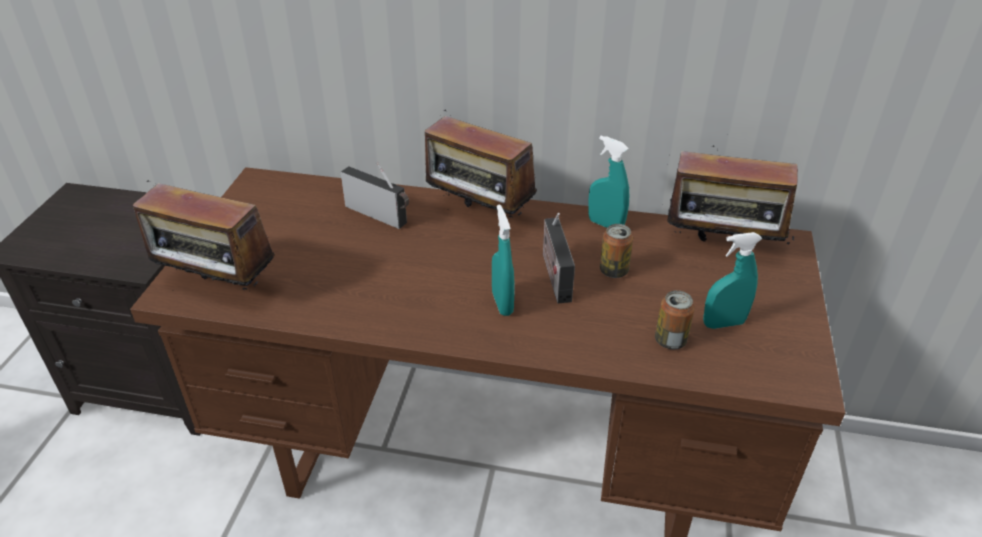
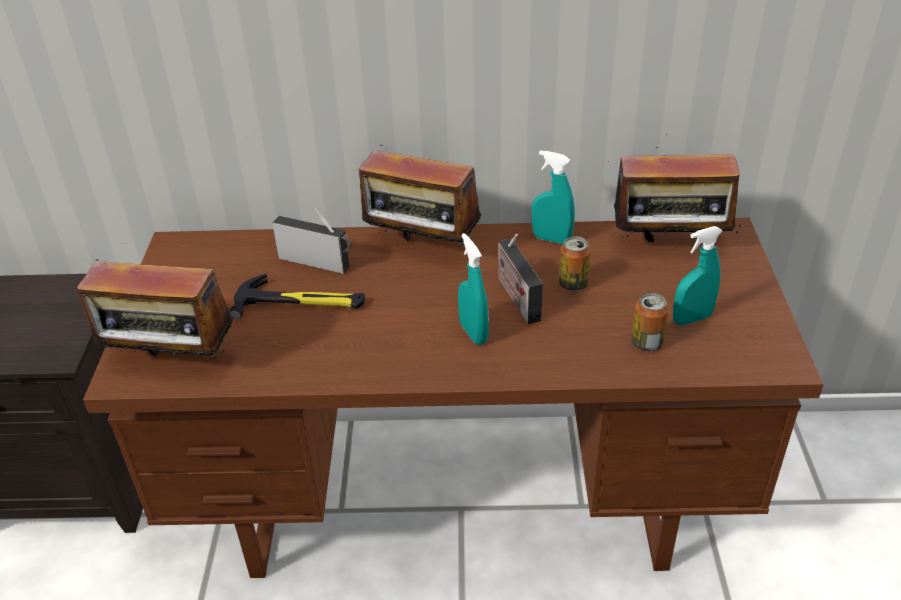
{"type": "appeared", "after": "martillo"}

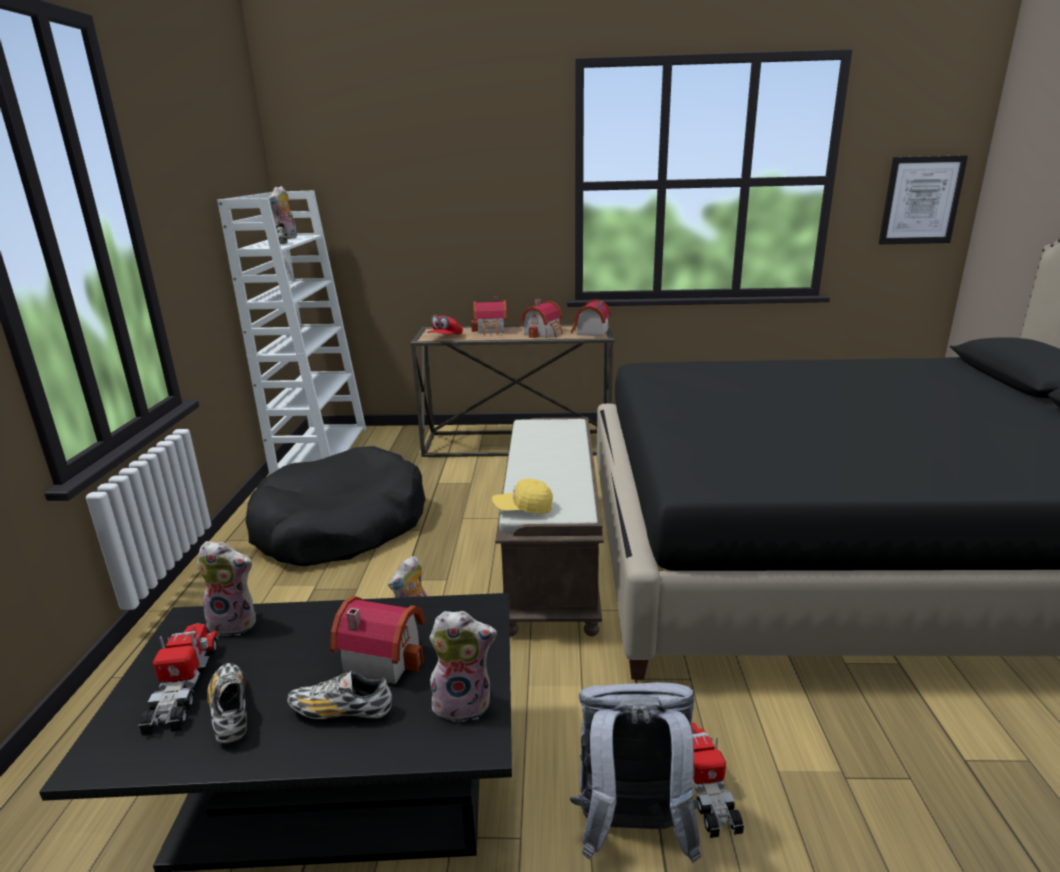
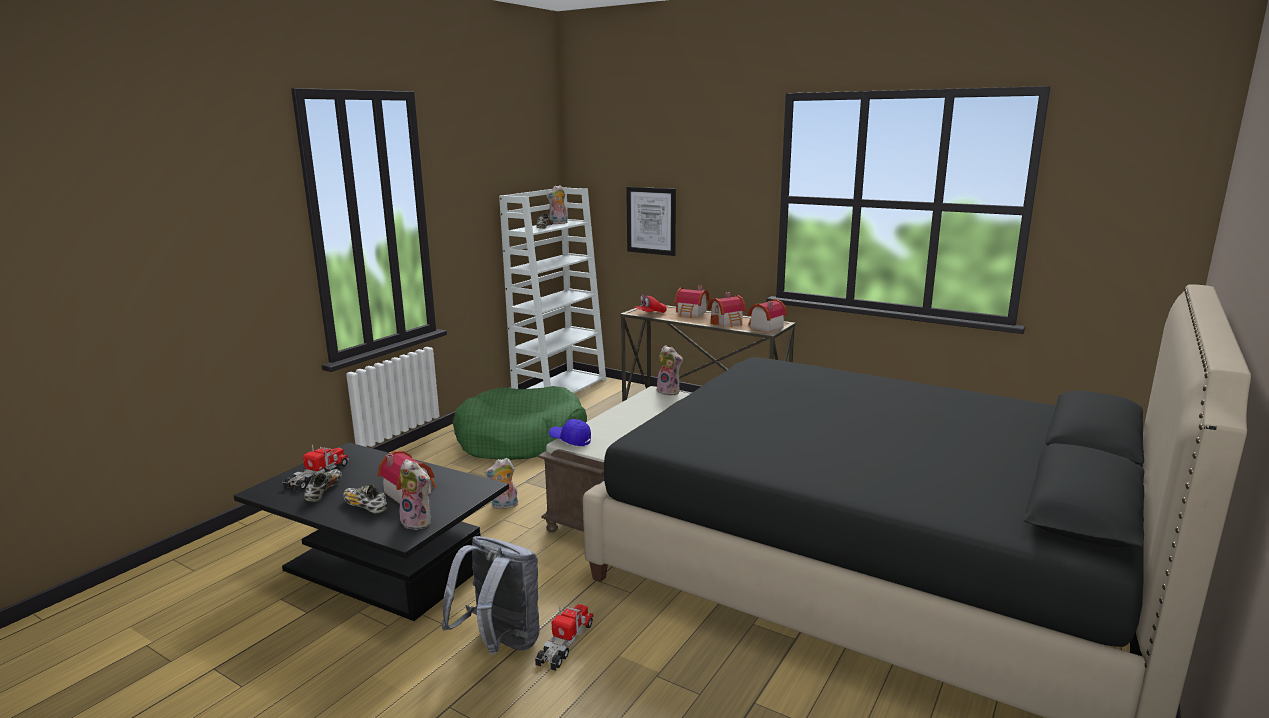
{"type": "colour", "before": "cama para perro (negro)", "after": "cama para perro (verde)"}
{"type": "colour", "before": "gorra (amarillo)", "after": "gorra (azul)"}
{"type": "relocated", "before": "cuadro"}
{"type": "relocated", "before": "peluche (no. 1 from left in the first image)", "after": "peluche (no. 4 from left)"}

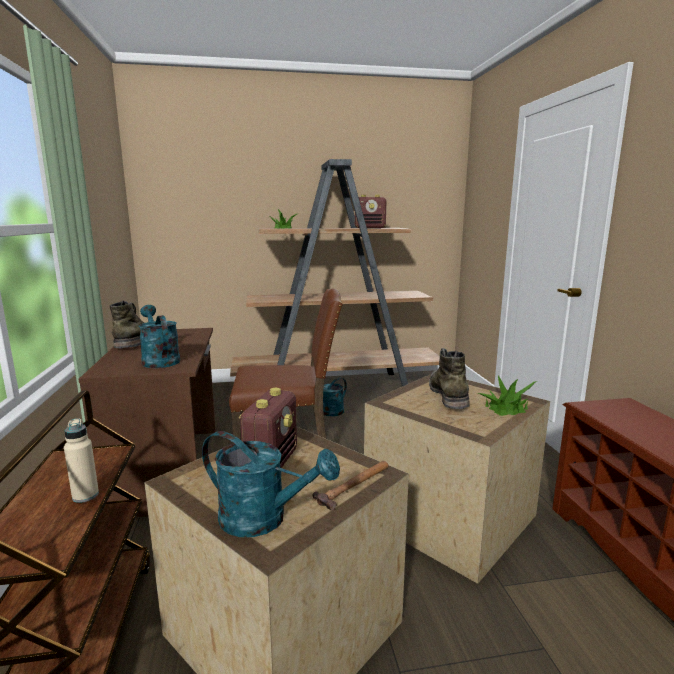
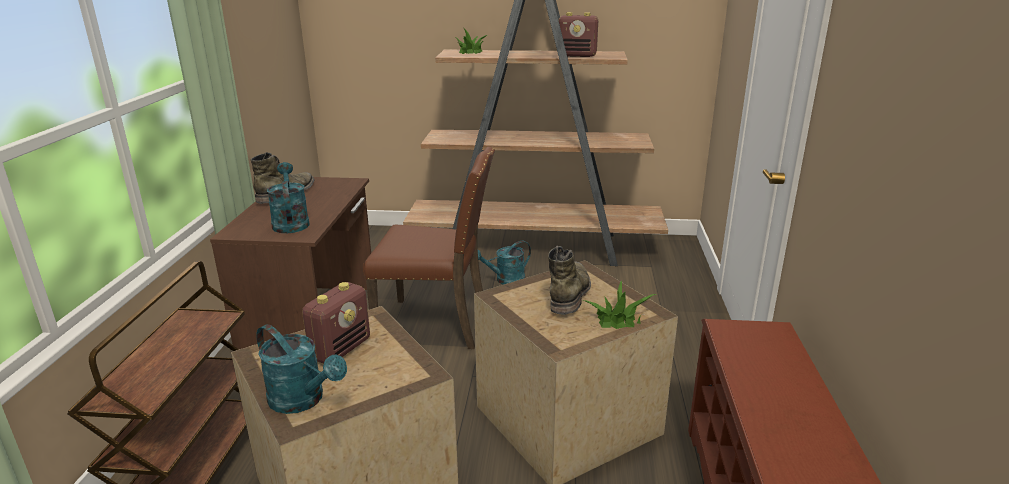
{"type": "missing", "before": "botella (beis)"}
{"type": "missing", "before": "martillo"}

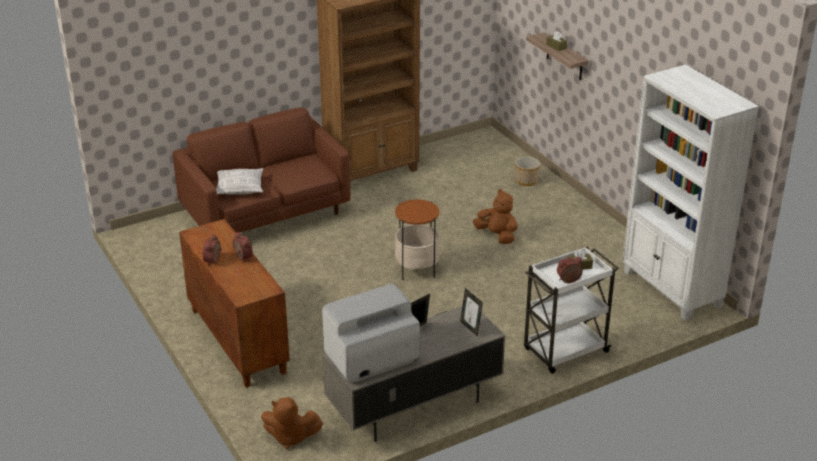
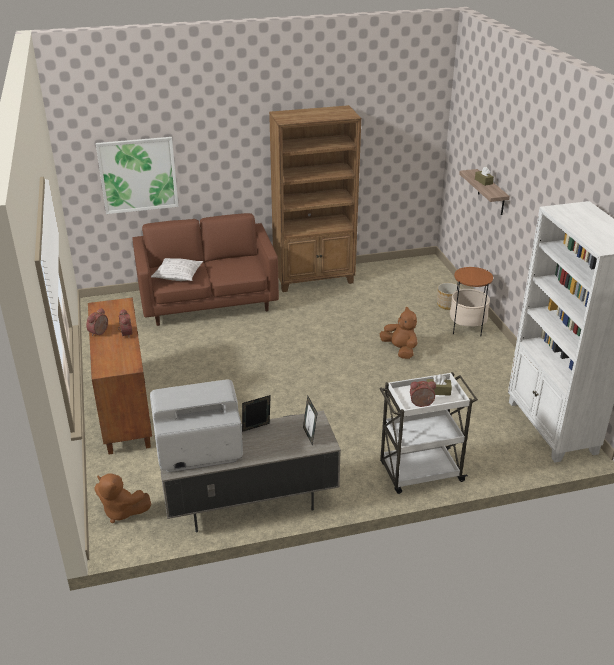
{"type": "appeared", "after": "cuadro"}
{"type": "relocated", "before": "mesa auxiliar"}

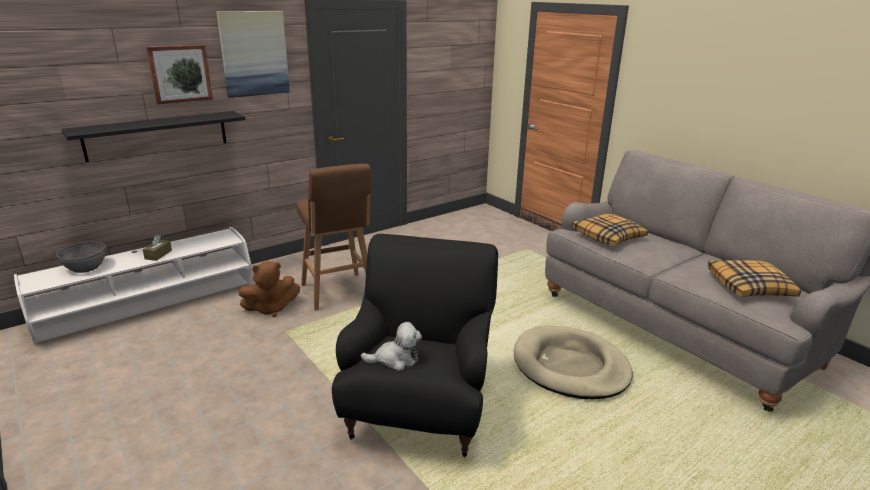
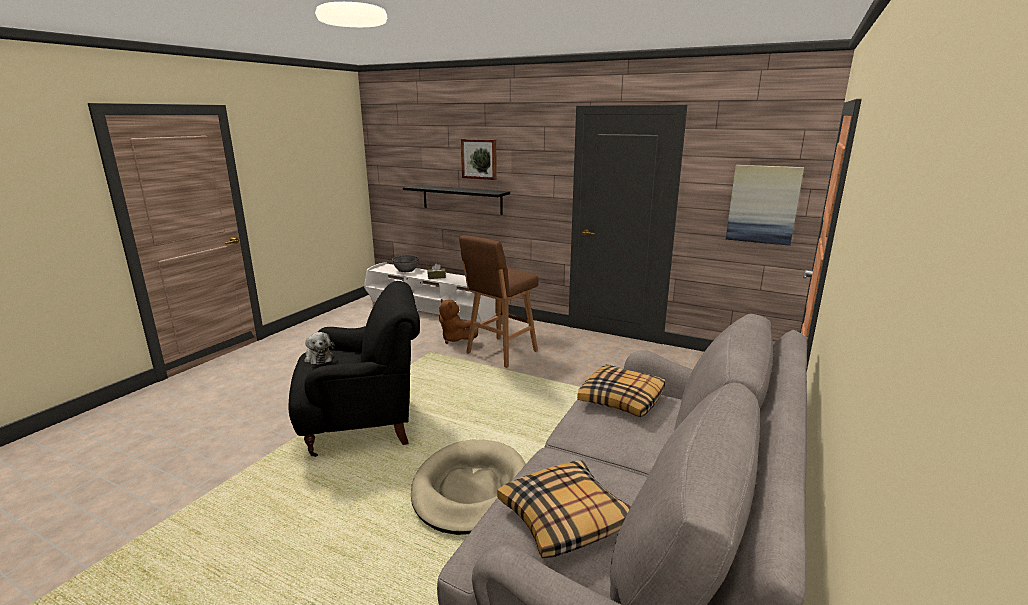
{"type": "relocated", "before": "cuadro (no. 2 from left)"}

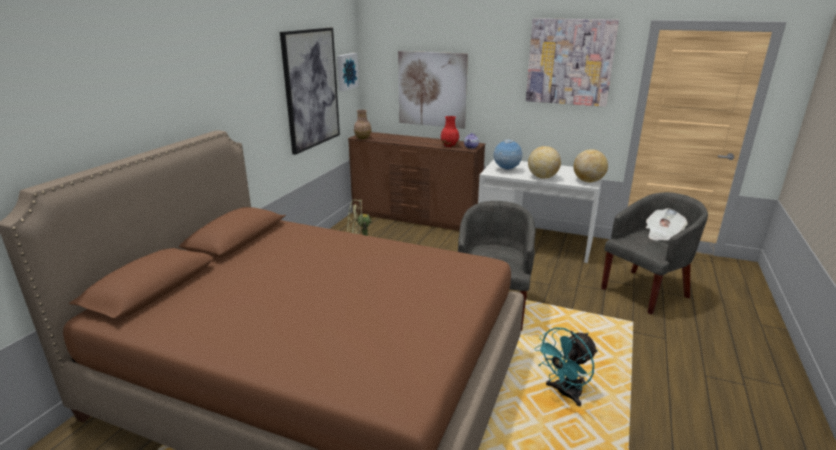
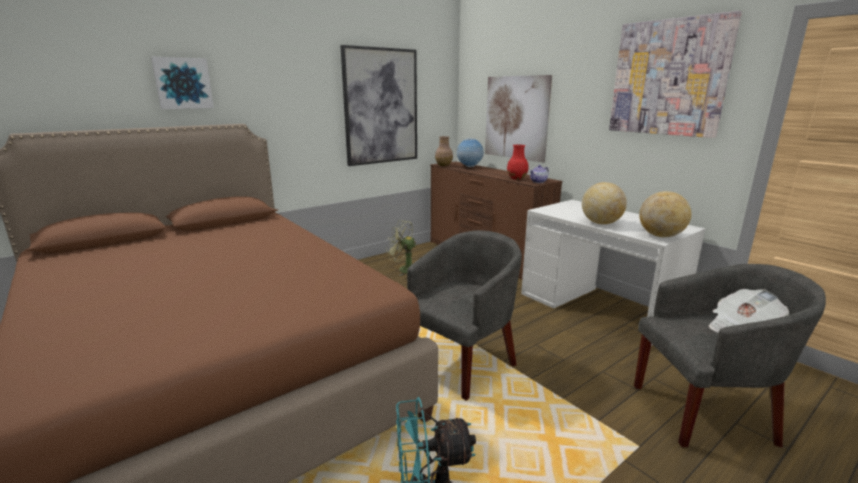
{"type": "relocated", "before": "cuadro (no. 2 from left in the first image)", "after": "cuadro (no. 1 from left)"}
{"type": "relocated", "before": "globo terráqueo (no. 1 from left)"}

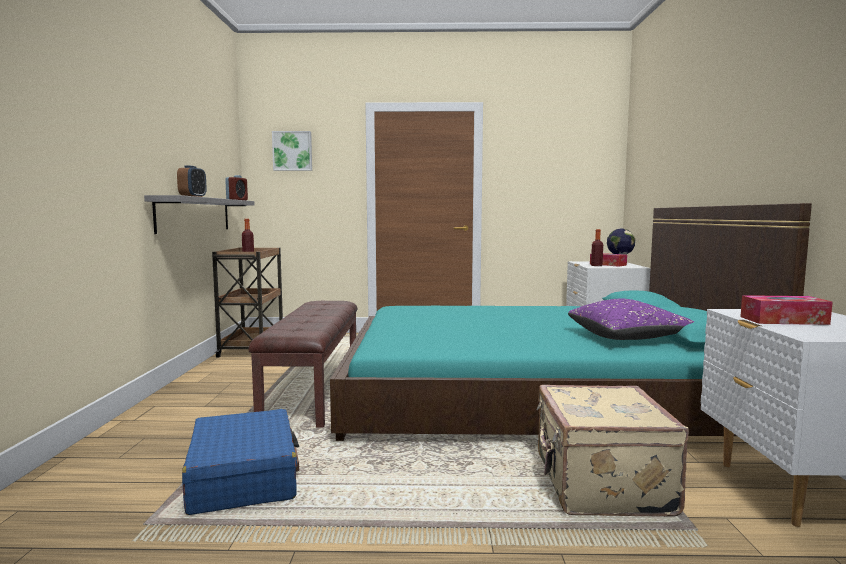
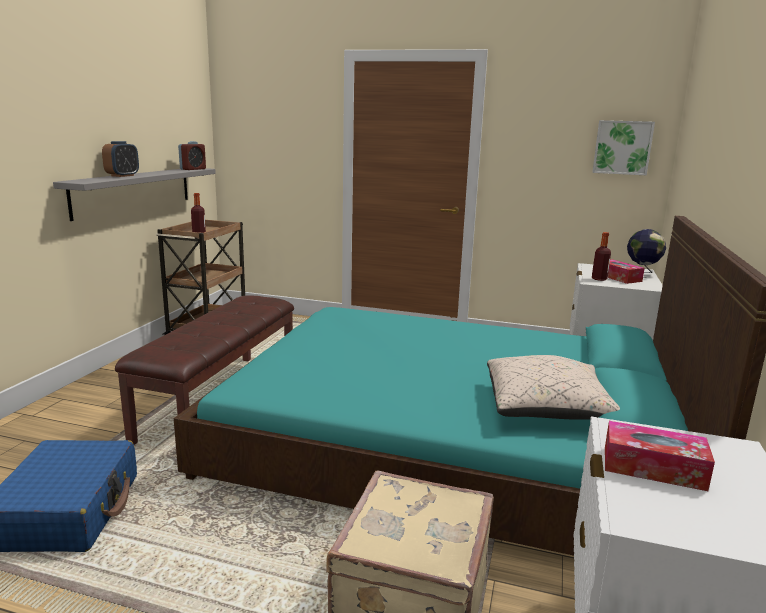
{"type": "colour", "before": "cojín (morado)", "after": "cojín (beis)"}
{"type": "relocated", "before": "cuadro"}

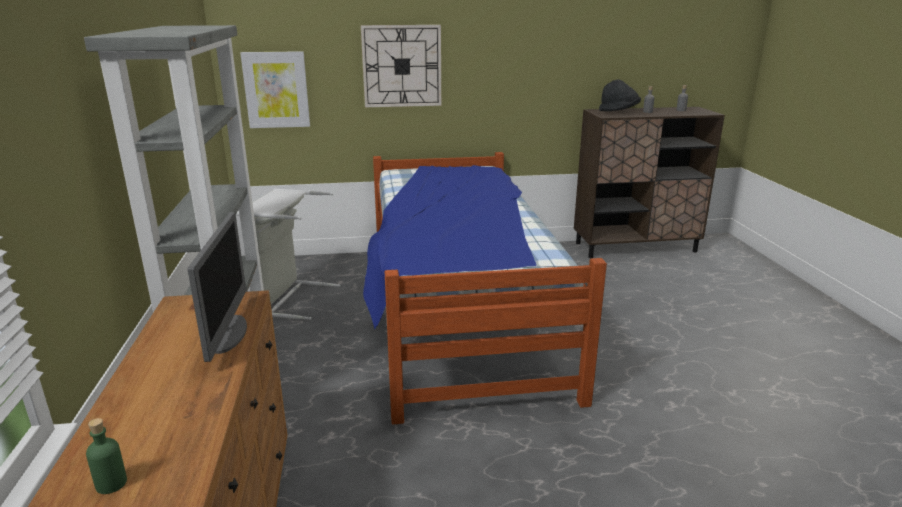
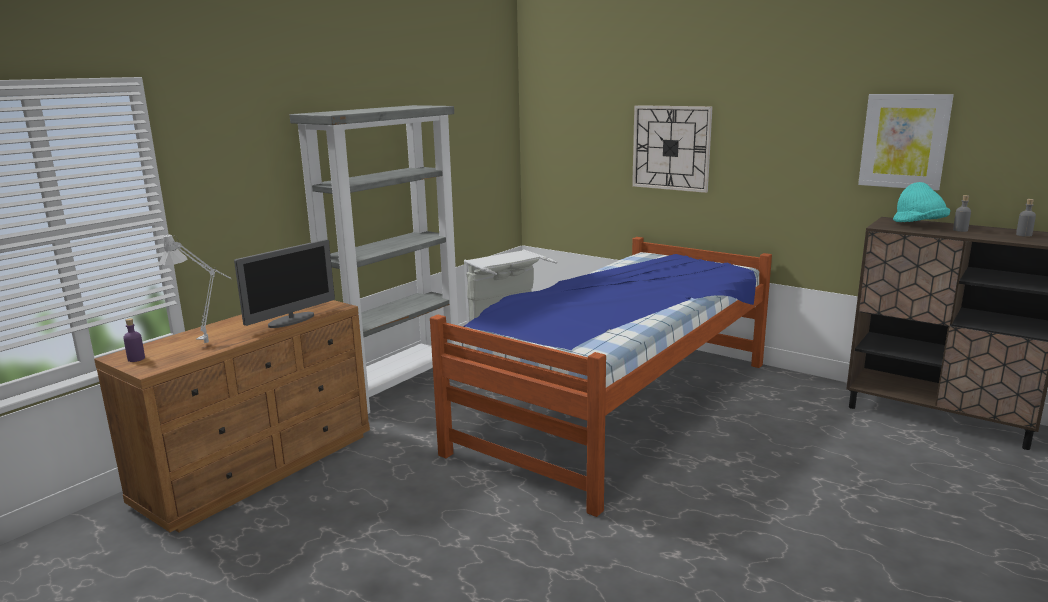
{"type": "colour", "before": "botella (verde)", "after": "botella (morado)"}
{"type": "appeared", "after": "lámpara de mesa (gris)"}
{"type": "relocated", "before": "cuadro"}
{"type": "colour", "before": "sombrero (negro)", "after": "sombrero (turquesa)"}

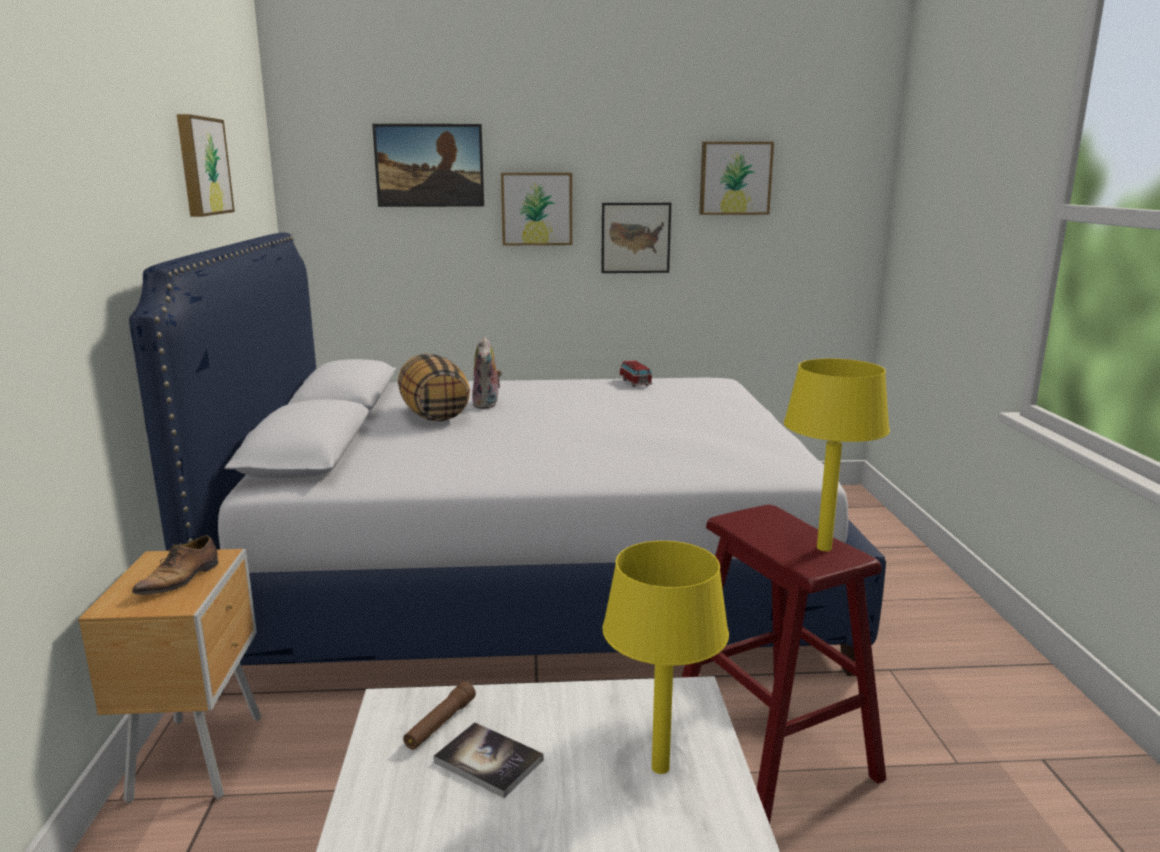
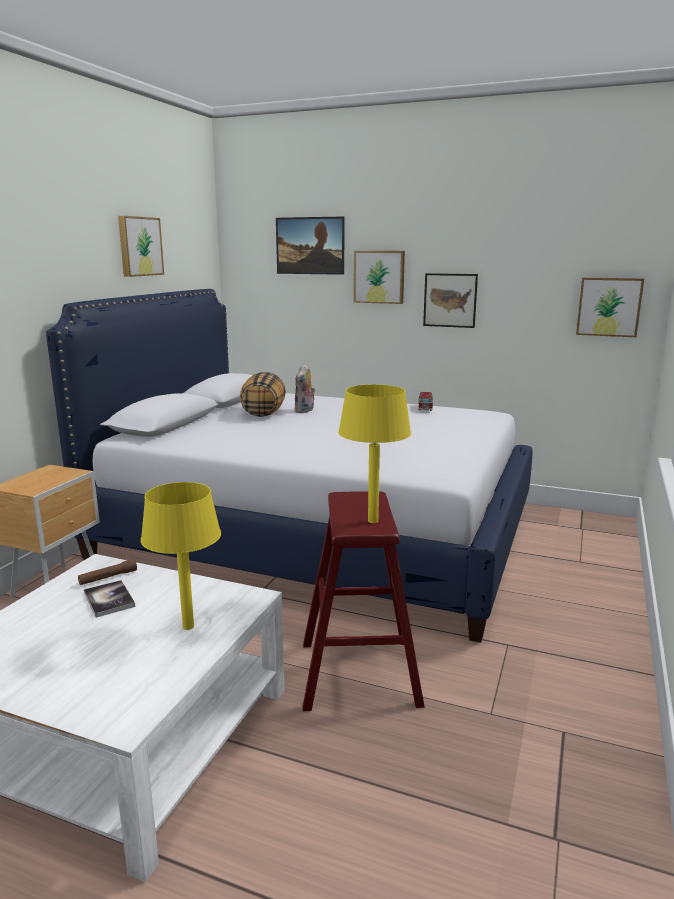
{"type": "relocated", "before": "cuadro (no. 5 from left)"}
{"type": "missing", "before": "zapato"}

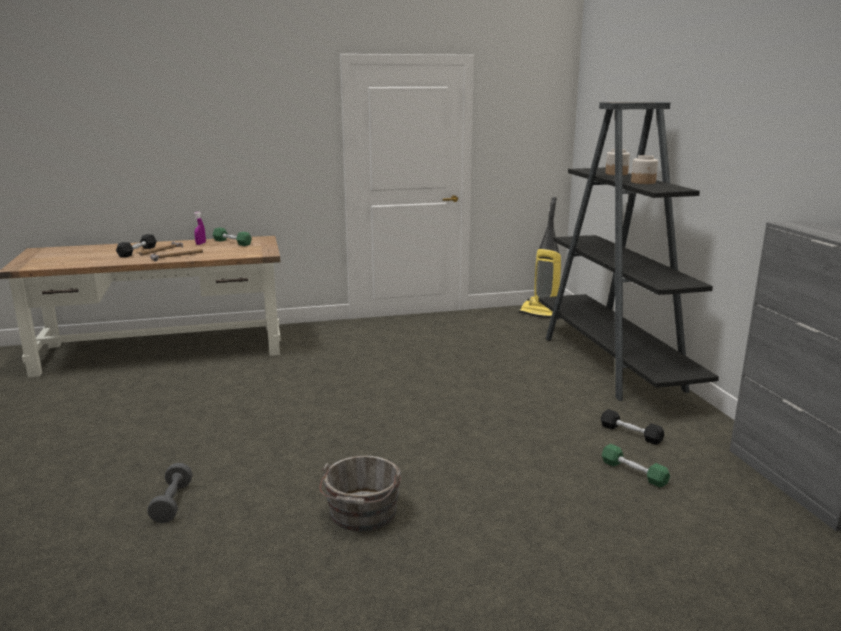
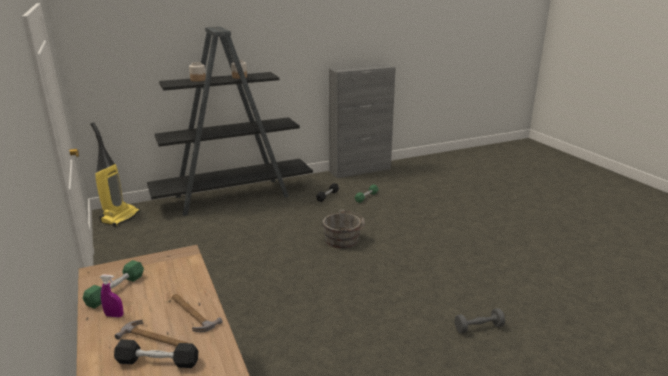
{"type": "relocated", "before": "cubo (gris)"}

